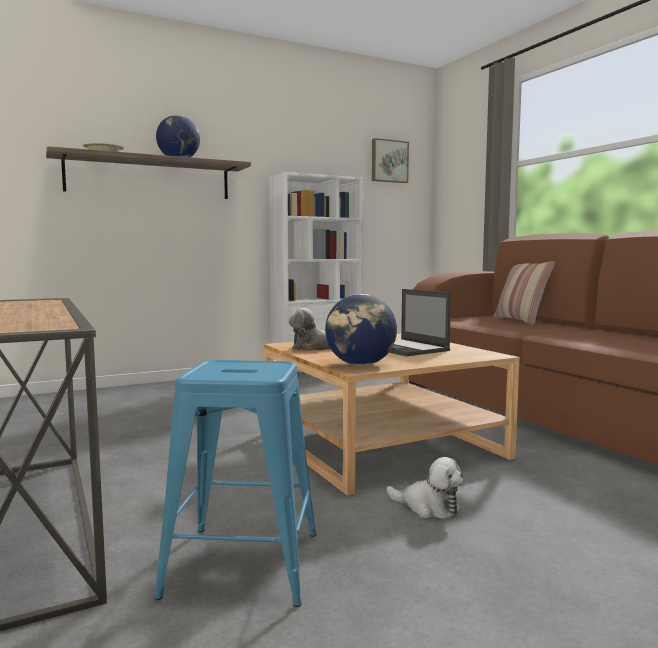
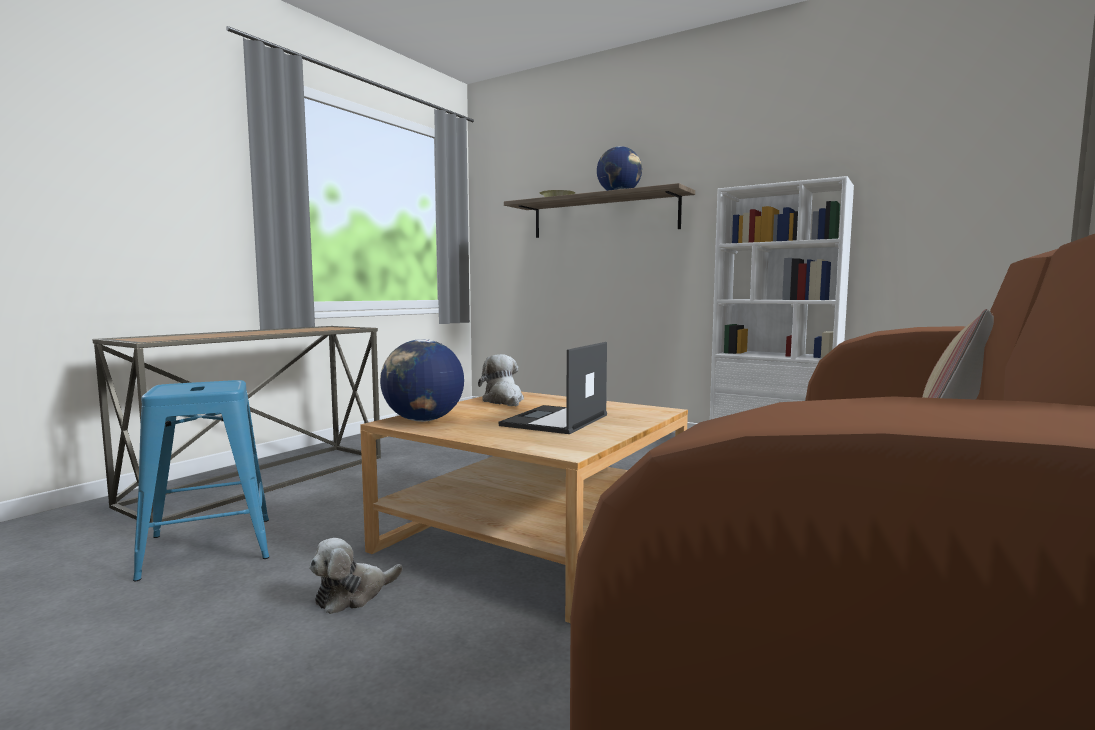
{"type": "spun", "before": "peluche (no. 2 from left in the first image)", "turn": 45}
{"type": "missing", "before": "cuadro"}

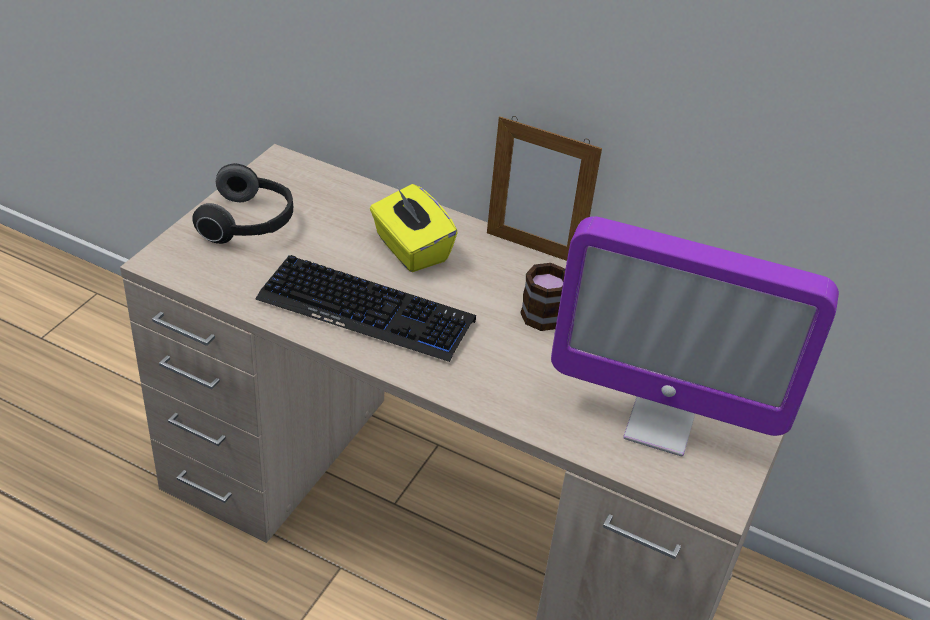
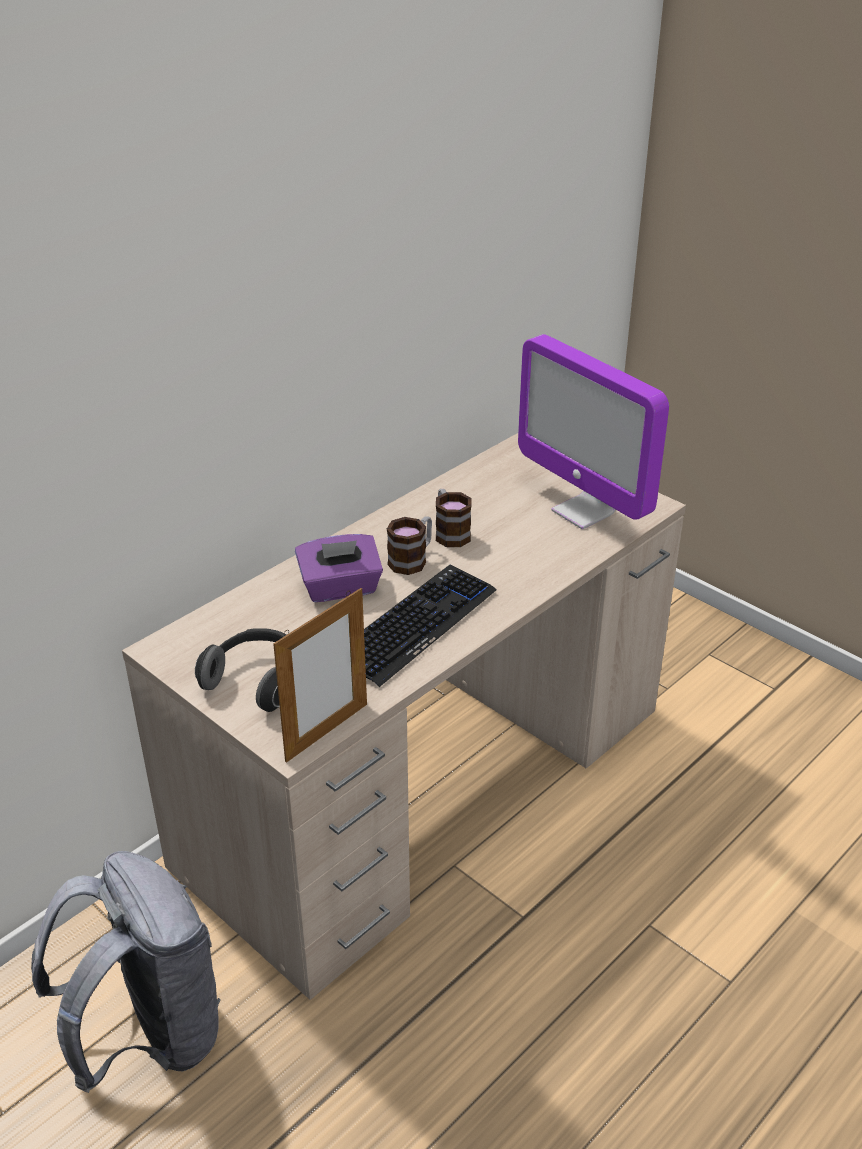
{"type": "appeared", "after": "mochila (gris)"}
{"type": "relocated", "before": "portarretratos"}
{"type": "colour", "before": "caja de pañuelos (amarillo)", "after": "caja de pañuelos (morado)"}
{"type": "appeared", "after": "taza grande (no. 1 from left)"}
{"type": "spun", "before": "monitor", "turn": 105}

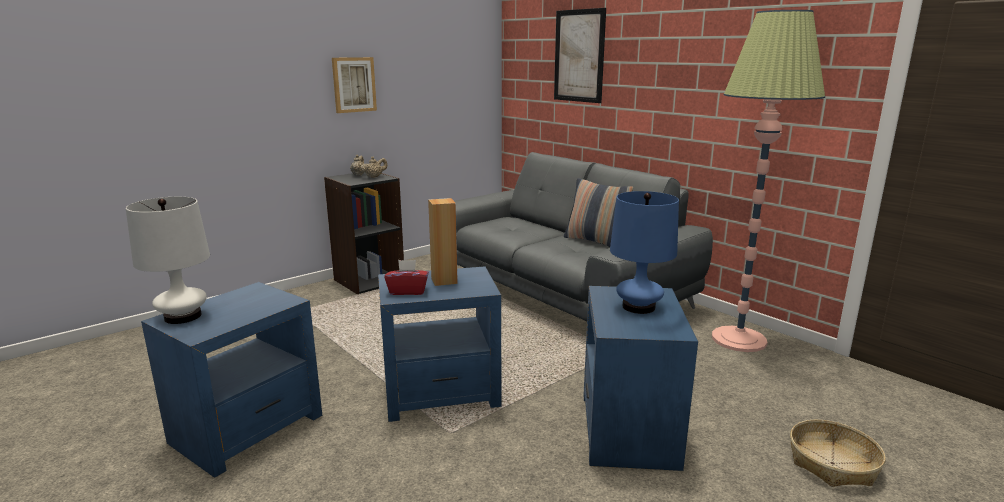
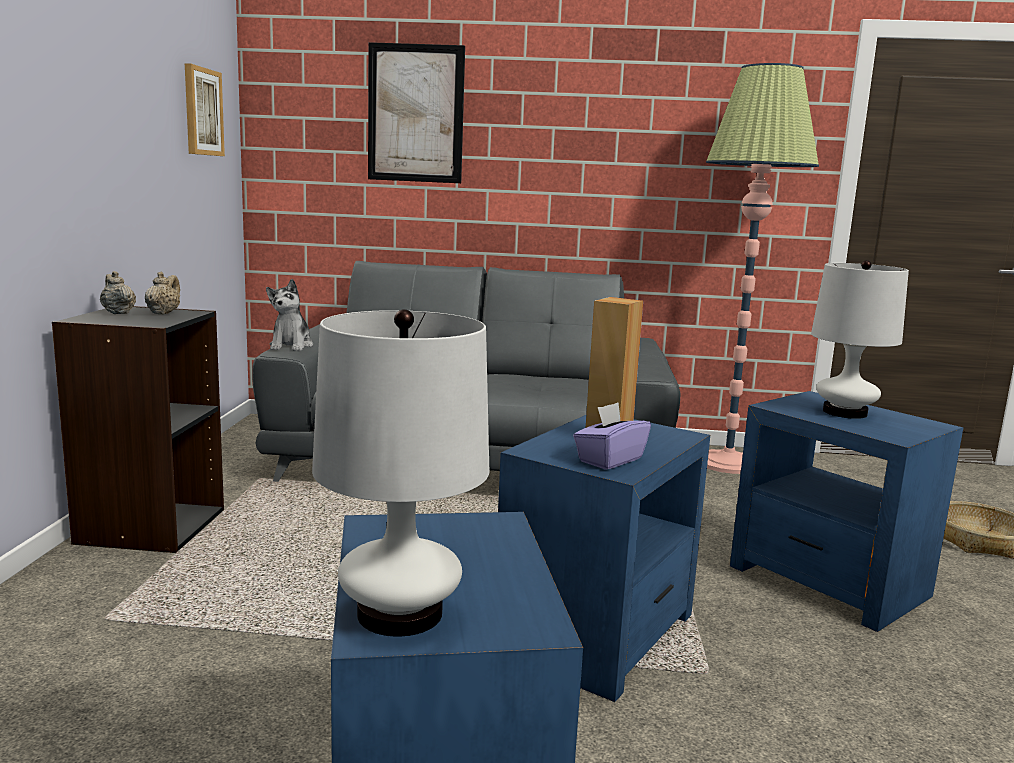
{"type": "relocated", "before": "cuadro (no. 1 from left)"}
{"type": "appeared", "after": "peluche"}
{"type": "colour", "before": "caja de pañuelos (rojo)", "after": "caja de pañuelos (morado)"}
{"type": "colour", "before": "lámpara de mesa (azul)", "after": "lámpara de mesa (blanco) (no. 2 from left)"}
{"type": "missing", "before": "cojín"}

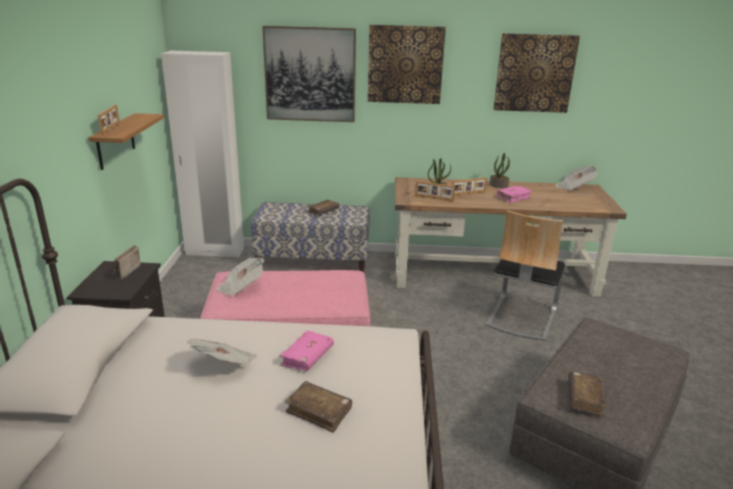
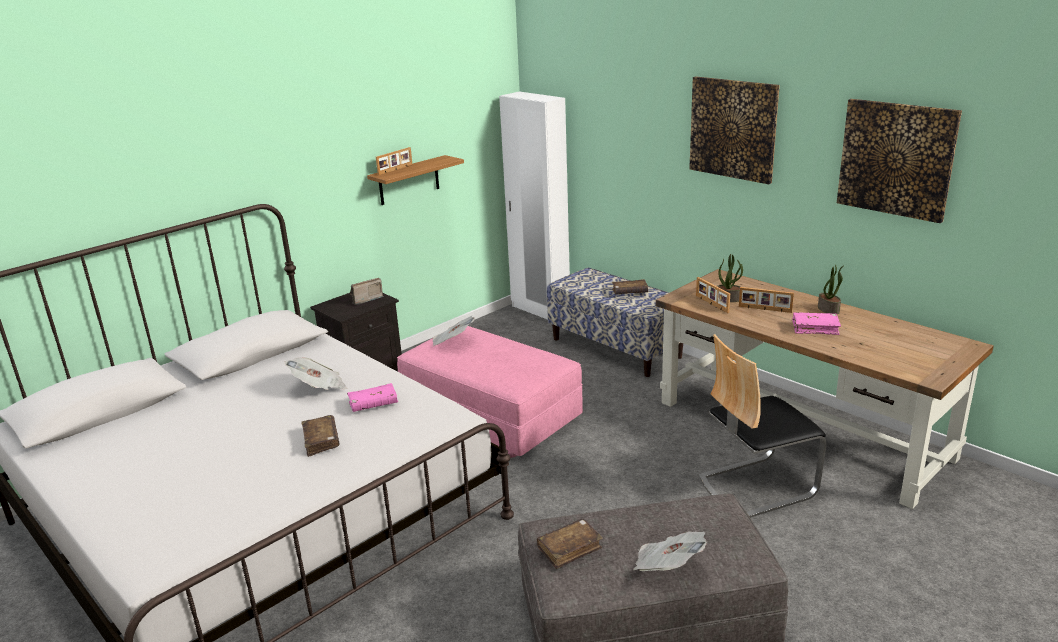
{"type": "relocated", "before": "periódico (no. 3 from left)"}
{"type": "missing", "before": "cuadro (no. 1 from left)"}

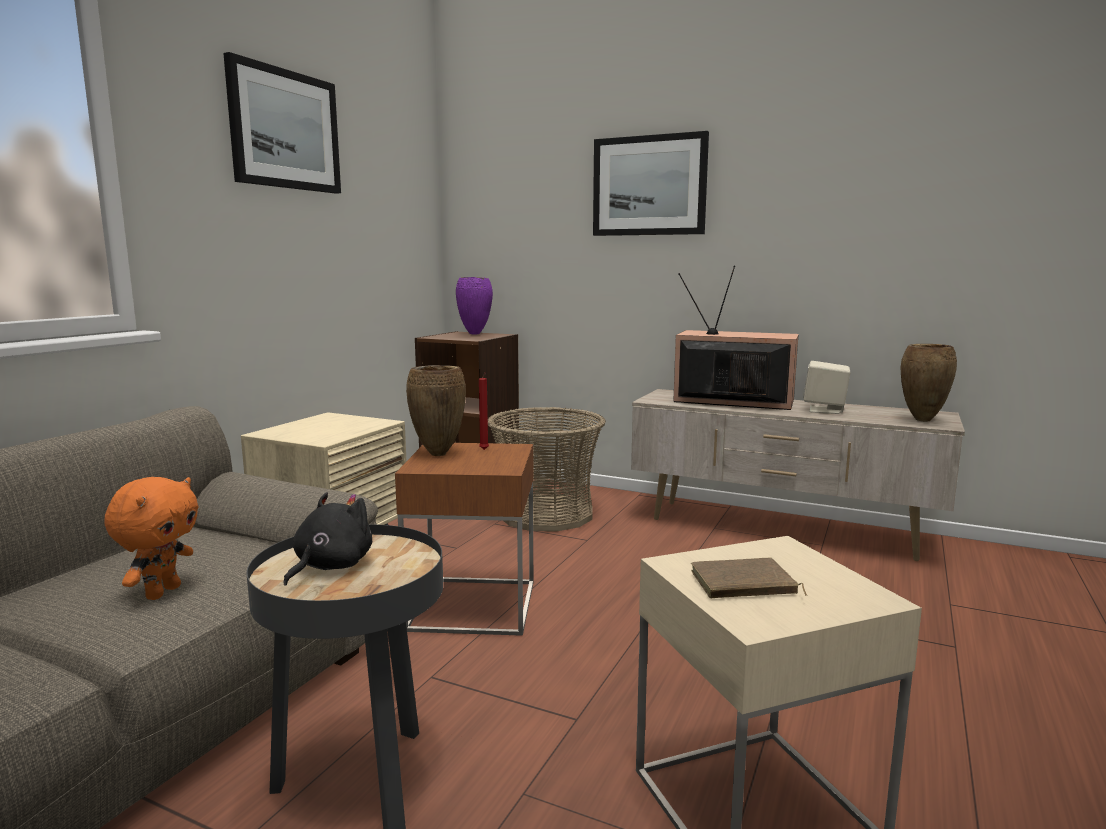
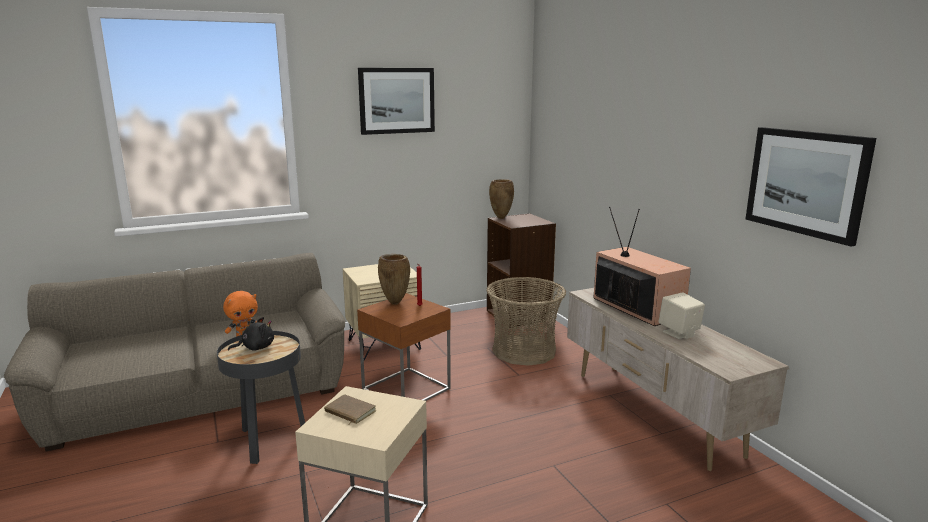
{"type": "relocated", "before": "florero (marrón) (no. 2 from left)"}
{"type": "relocated", "before": "cuadro (no. 2 from left)"}
{"type": "missing", "before": "florero (morado)"}

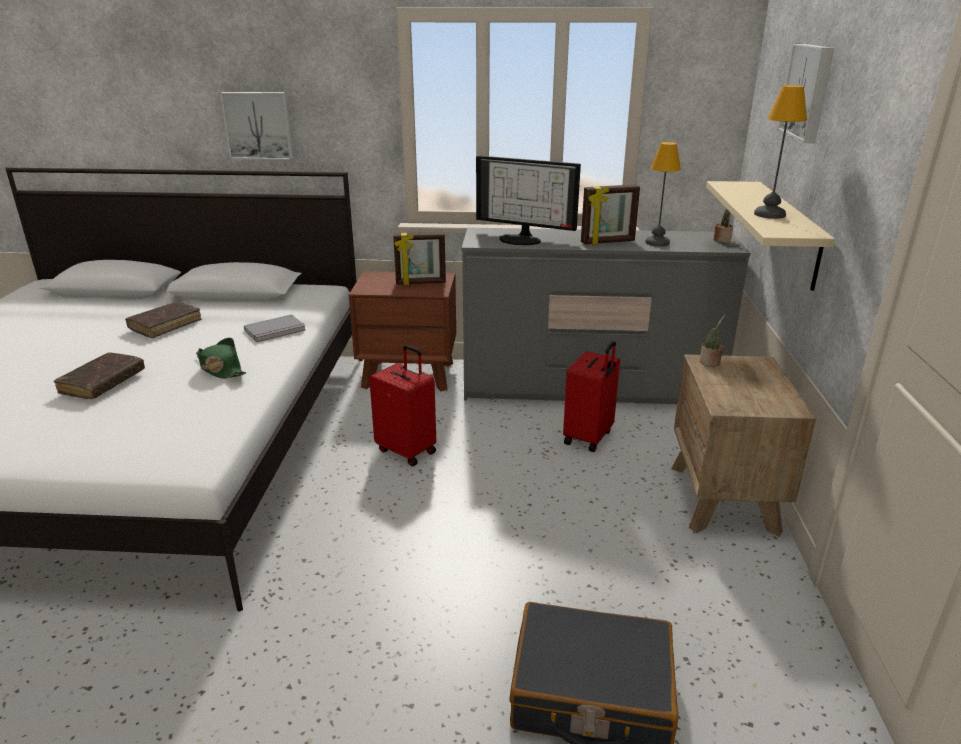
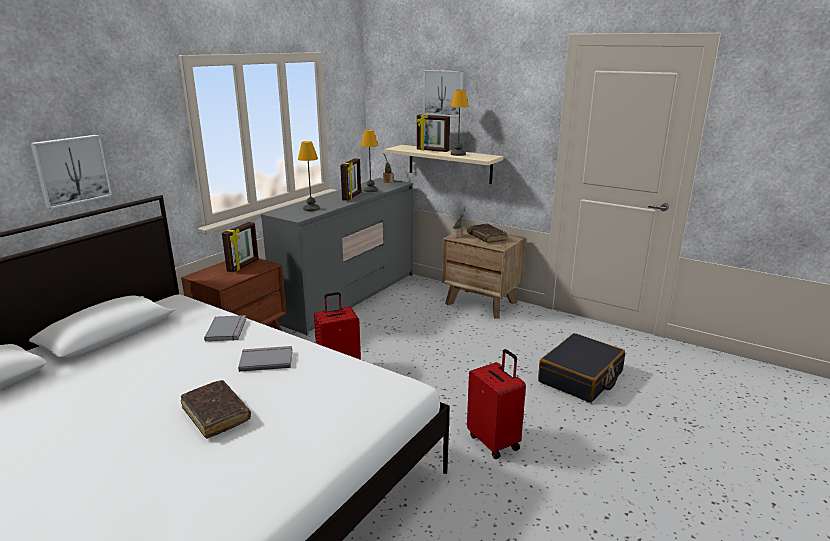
{"type": "exchanged", "before": "sombrero (verde)", "after": "libro (gris) (no. 2 from left)"}
{"type": "exchanged", "before": "monitor", "after": "lámpara de mesa (no. 1 from left)"}
{"type": "appeared", "after": "portarretratos (no. 3 from left)"}
{"type": "relocated", "before": "libro (marrón) (no. 2 from left)"}
{"type": "relocated", "before": "maleta (rojo) (no. 2 from left)"}

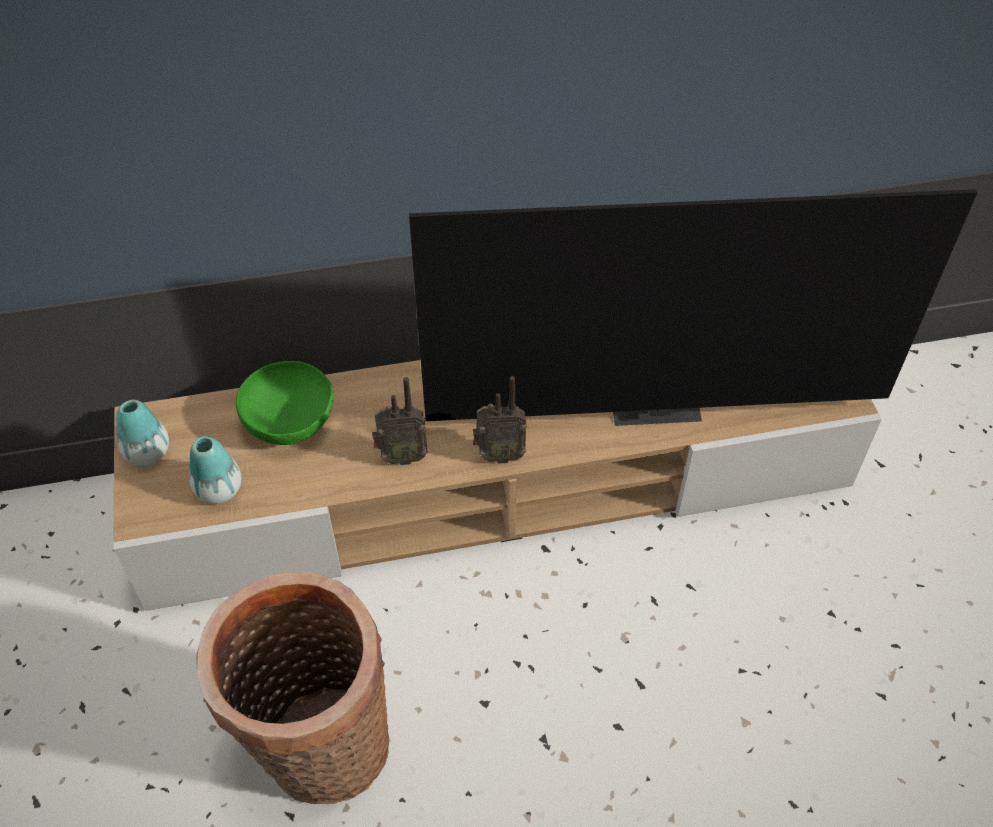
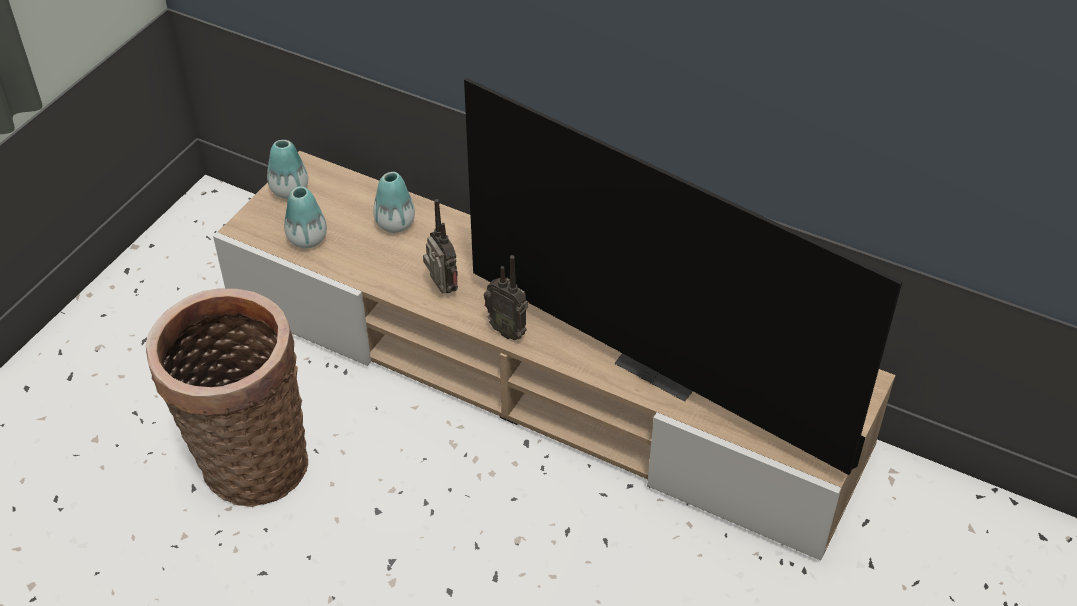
{"type": "exchanged", "before": "cuenco (verde)", "after": "florero (no. 3 from left)"}
{"type": "spun", "before": "radio (no. 1 from left)", "turn": -150}

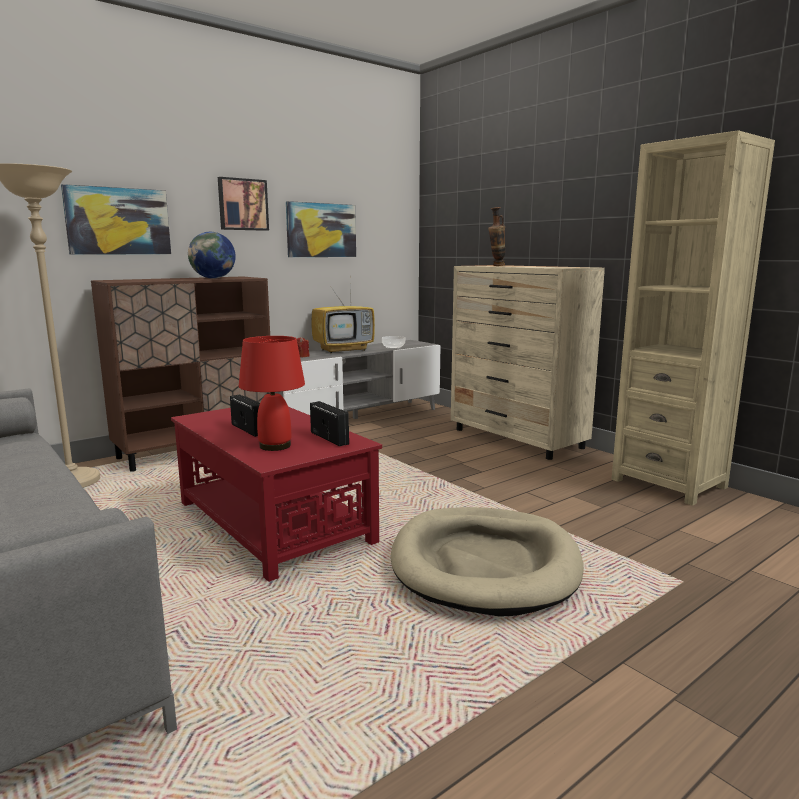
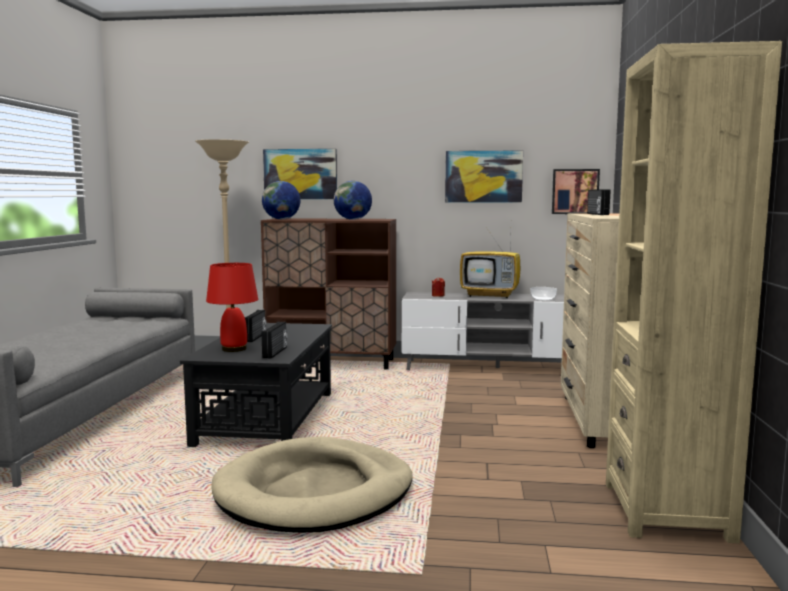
{"type": "colour", "before": "mesa de centro (rojo)", "after": "mesa de centro (negro)"}
{"type": "appeared", "after": "globo terráqueo (no. 1 from left)"}
{"type": "relocated", "before": "cuadro (no. 2 from left in the first image)", "after": "cuadro (no. 3 from left)"}
{"type": "exchanged", "before": "florero", "after": "radio (no. 3 from left)"}

